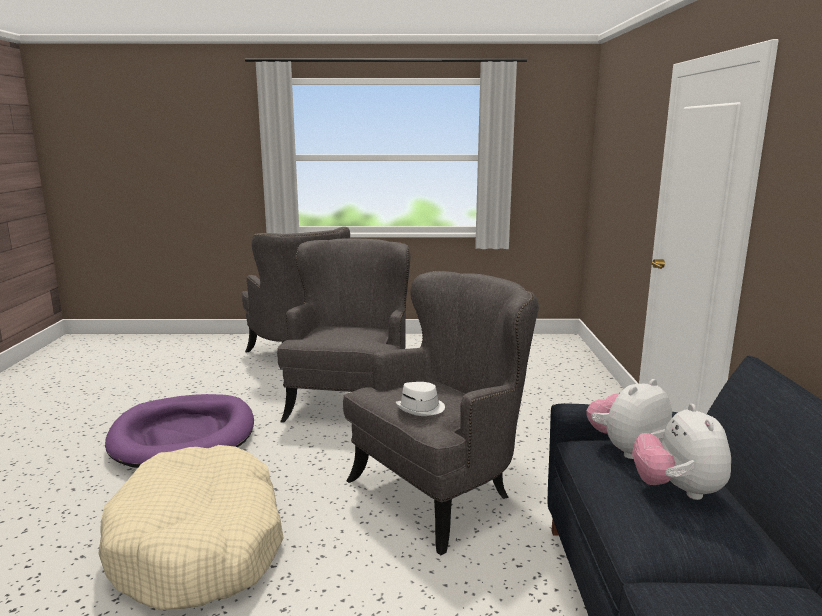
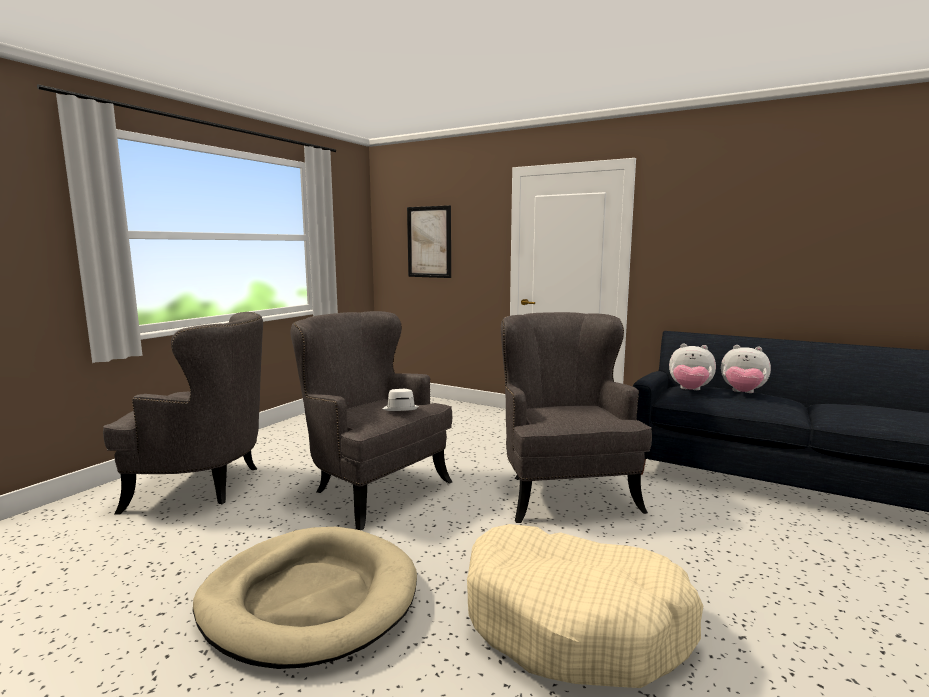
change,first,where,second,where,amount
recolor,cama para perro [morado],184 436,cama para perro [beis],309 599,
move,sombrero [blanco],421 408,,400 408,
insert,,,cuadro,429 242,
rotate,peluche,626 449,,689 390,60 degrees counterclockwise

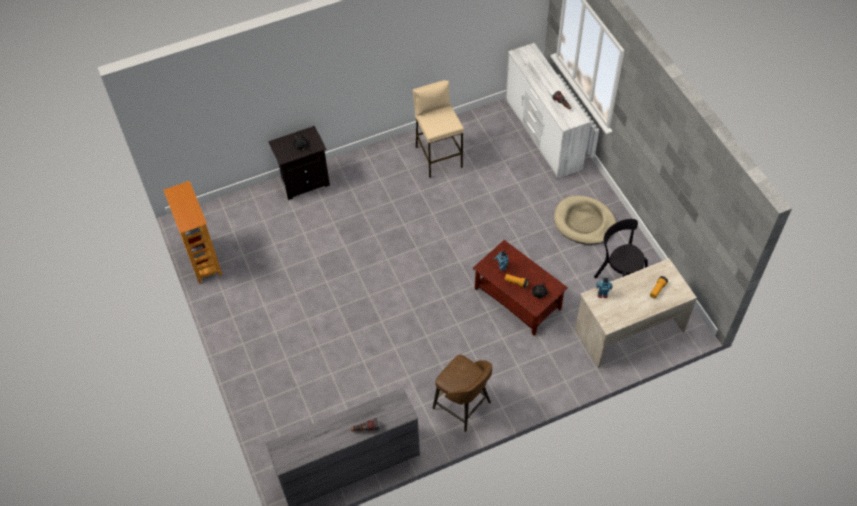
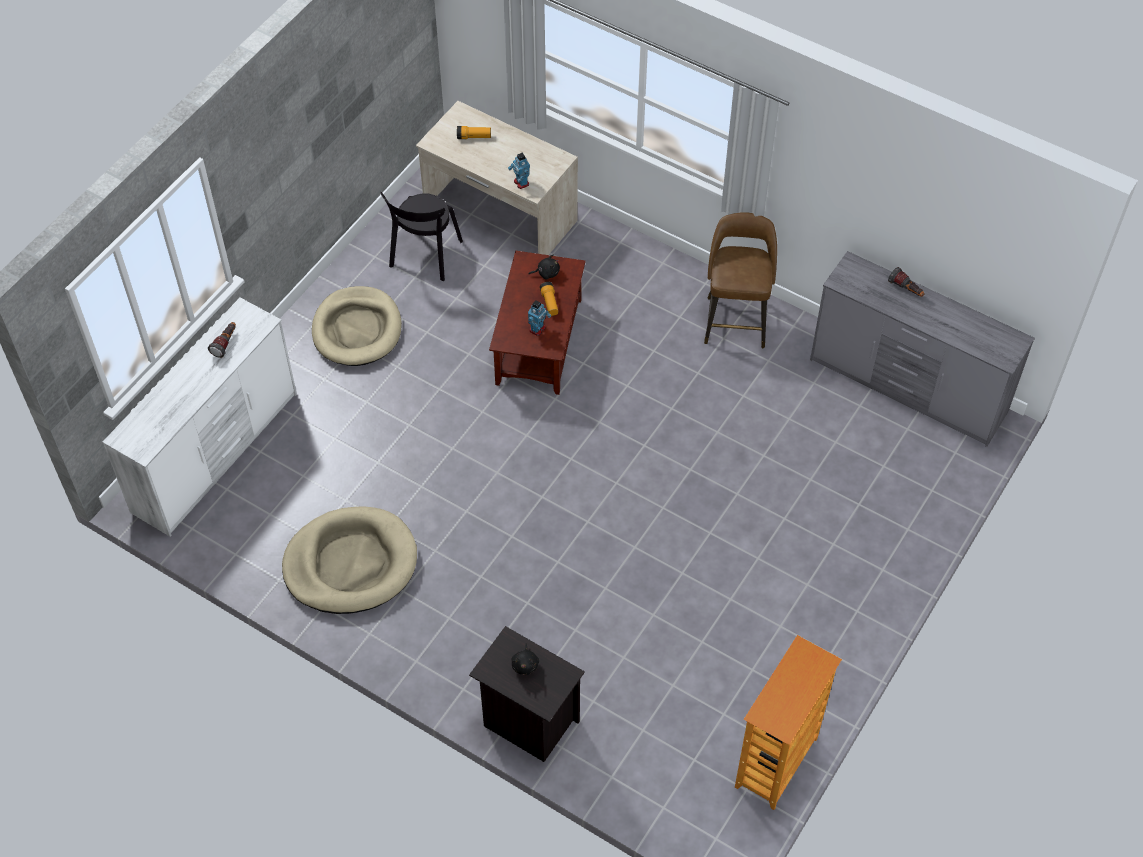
change,first,where,second,where,amount
replace,taburete [beis],438 157,cama para perro [beis],350 564,

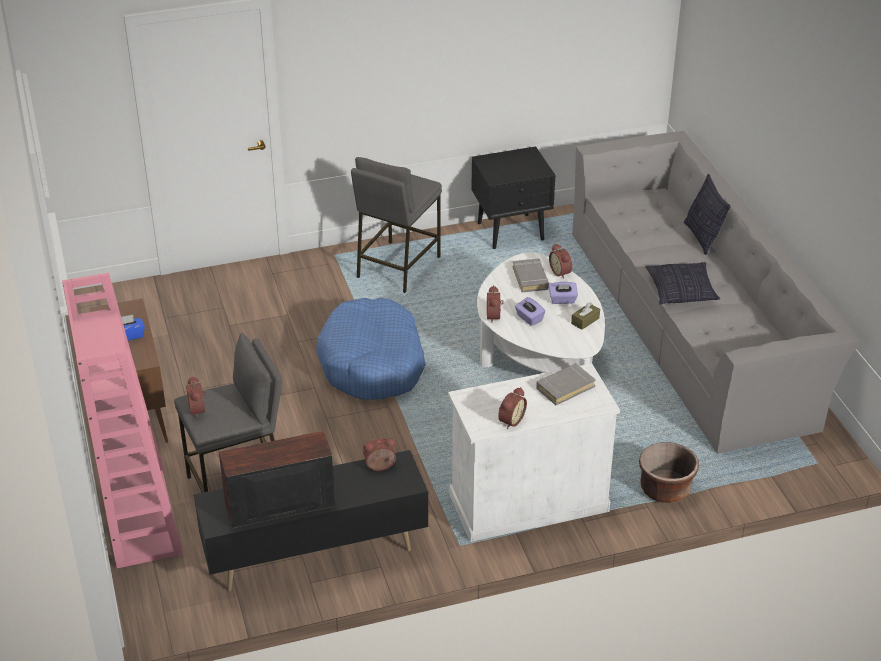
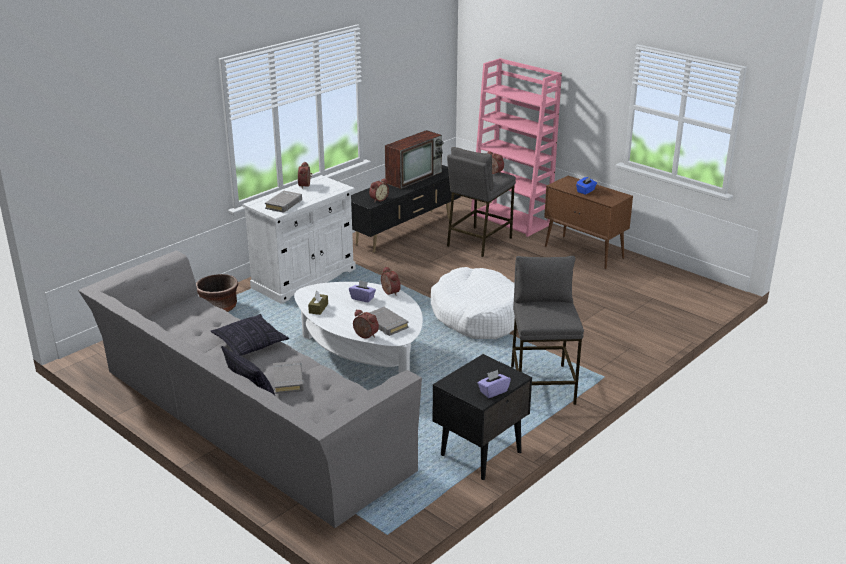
change,first,where,second,where,amount
insert,,,libro [gris],288 380,
recolor,cama para perro [azul],372 363,cama para perro [blanco],477 315,
move,caja de pañuelos [morado],562 300,,493 391,

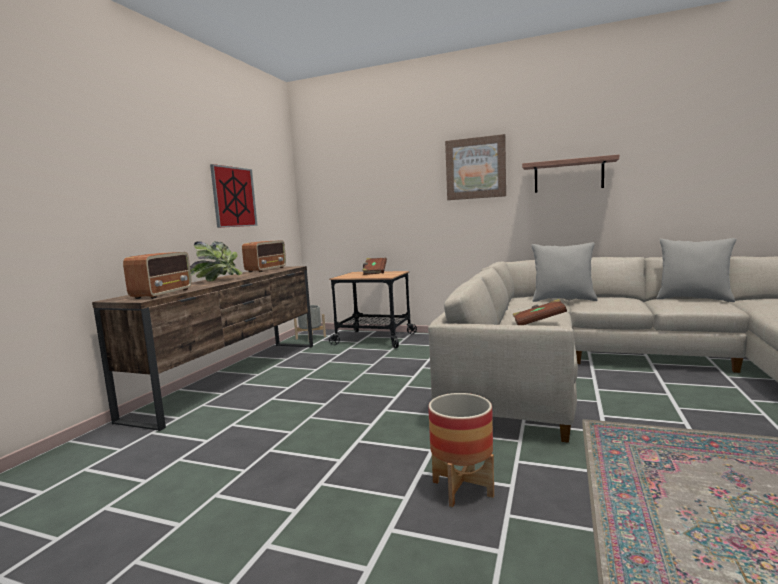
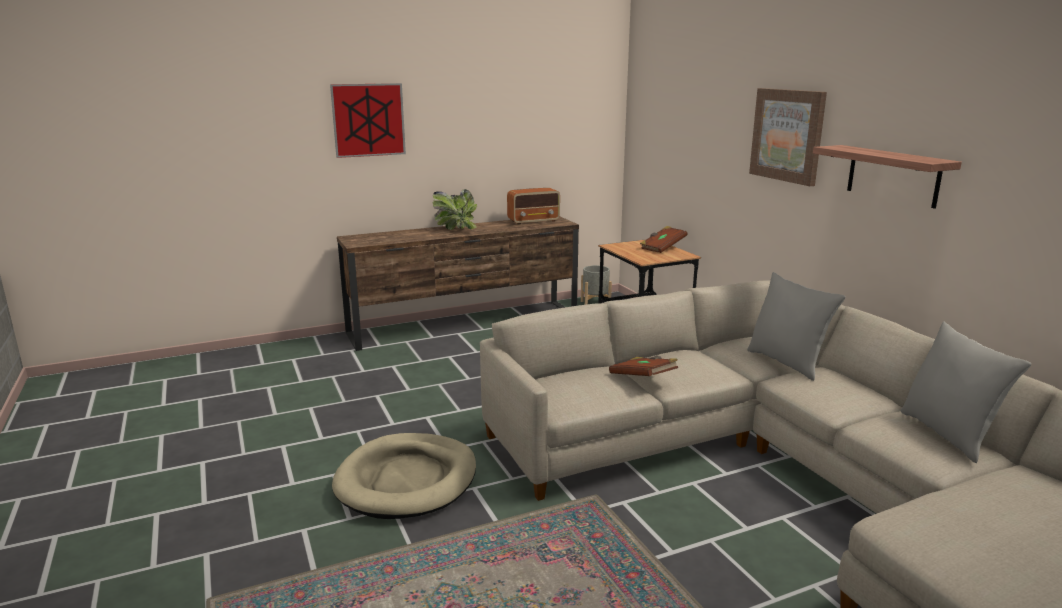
change,first,where,second,where,amount
move,cuadro,234 197,,368 120,
replace,maceta,462 488,cama para perro [beis],407 480,
delete,radio,163 294,,,

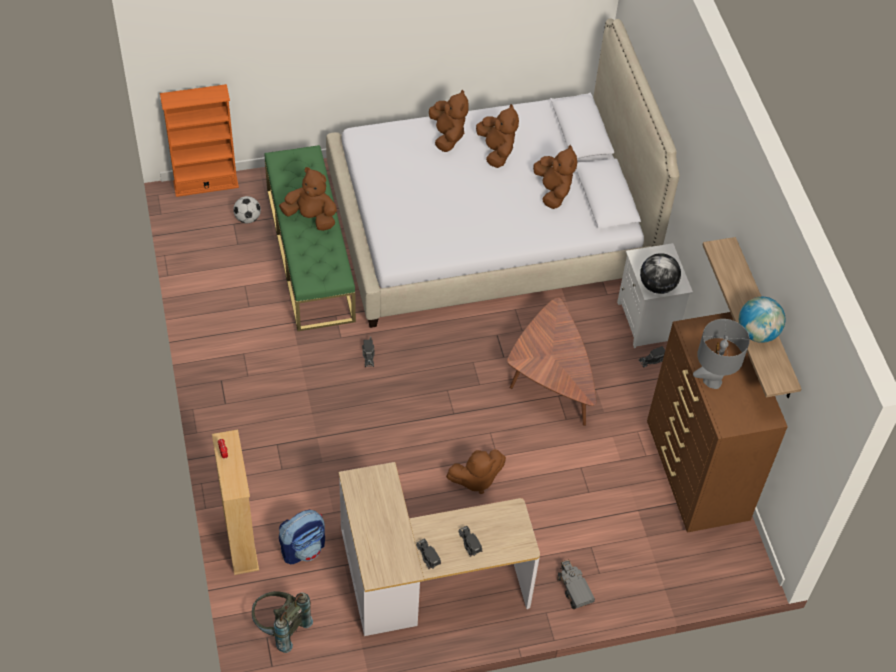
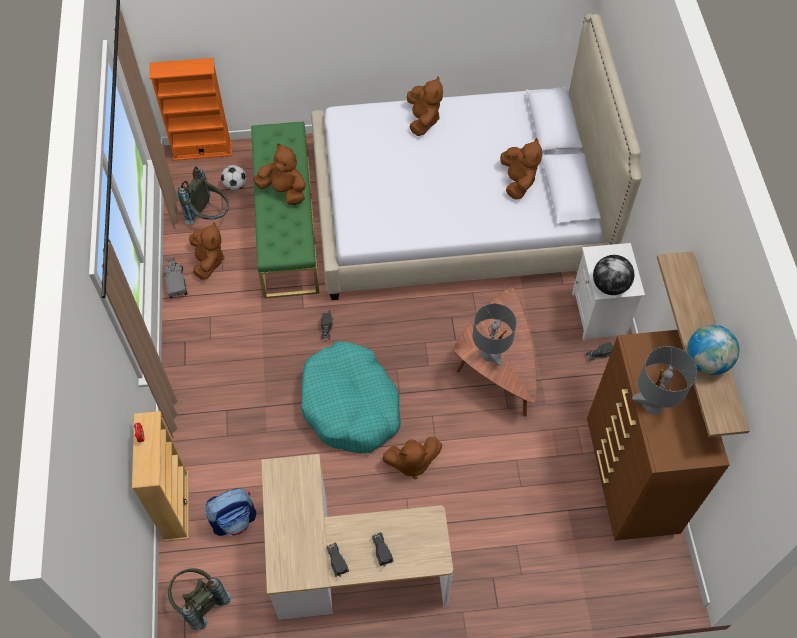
change,first,where,second,where,amount
move,camión de juguete,573 590,,176 283,
insert,,,mochila [gris],210 216,
move,peluche [marrón],496 151,,208 261,
insert,,,cama para perro [turquesa],351 405,
insert,,,lámpara de mesa [gris],489 355,

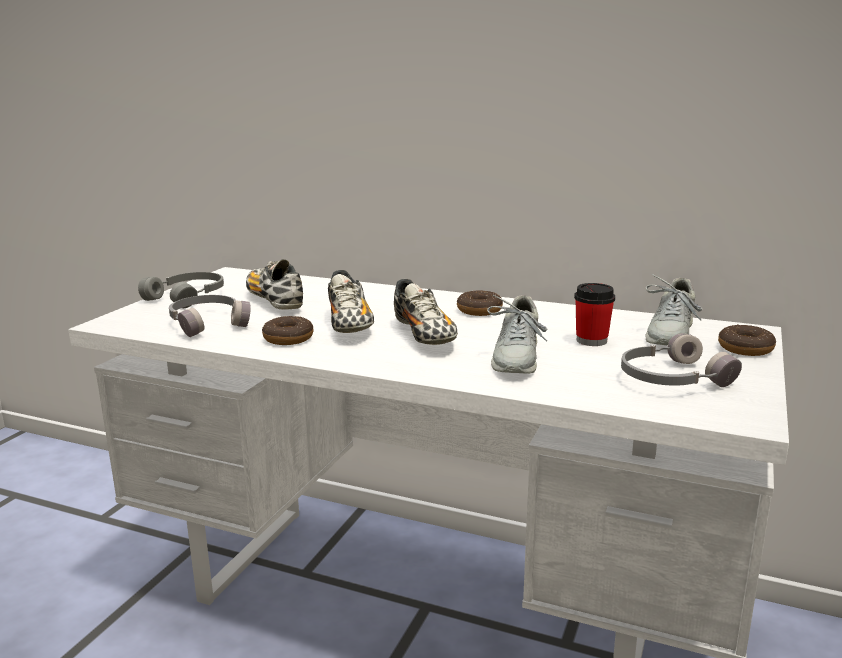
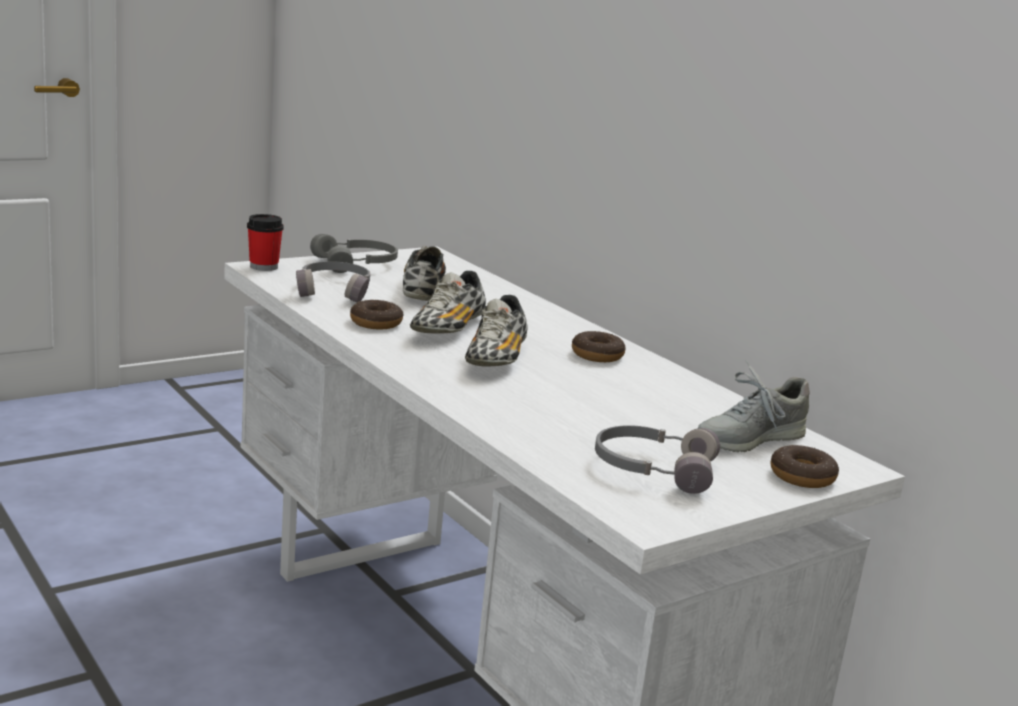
change,first,where,second,where,amount
move,taza,591 340,,264 267,
delete,zapato [gris],516 358,,,

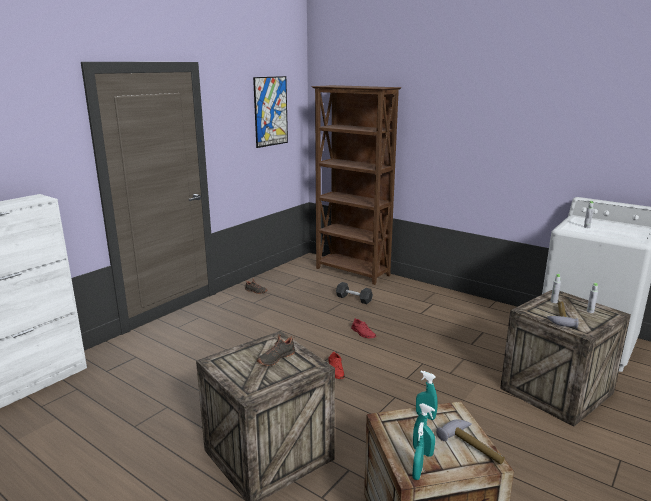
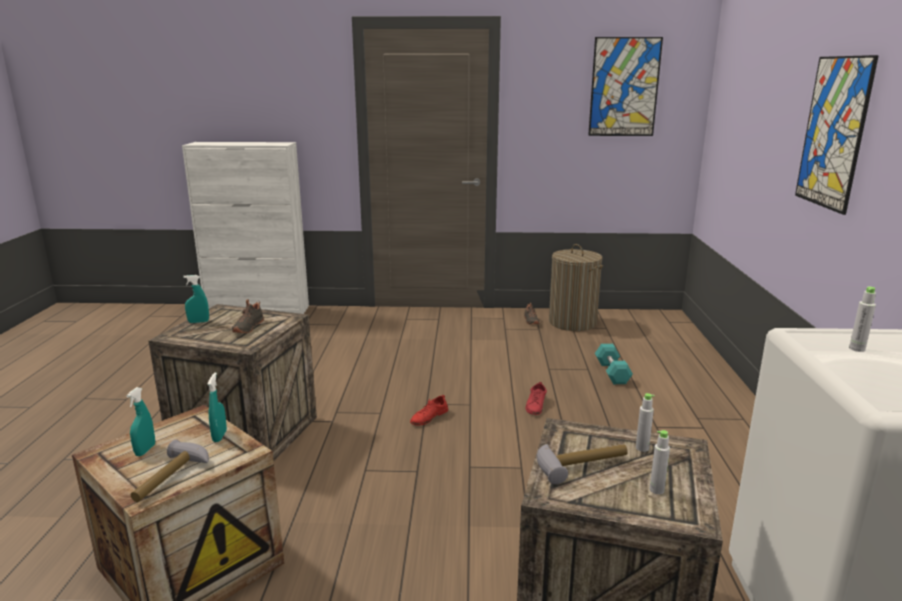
change,first,where,second,where,amount
move,pulverizador [turquesa],417 473,,198 322,
rotate,zapato [negro],276 358,,247 327,90 degrees counterclockwise
insert,,,cesto de la ropa,572 322,
recolor,mancuerna [gris],354 299,mancuerna [turquesa],612 372,
insert,,,cuadro,833 133,
delete,estantería [marrón],352 272,,,

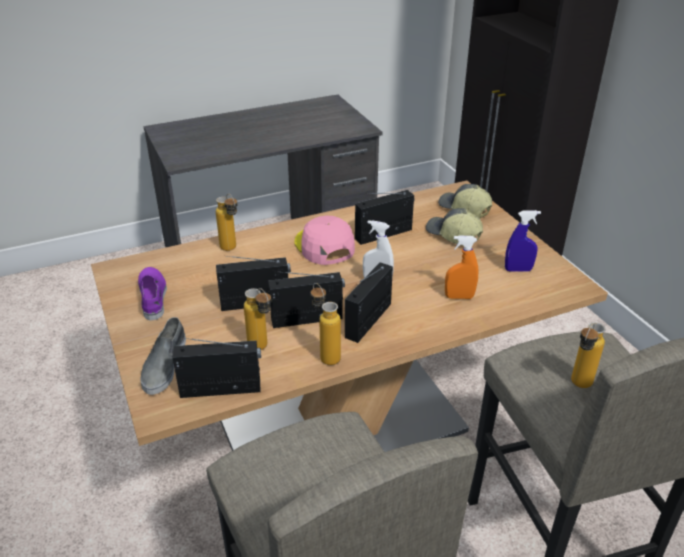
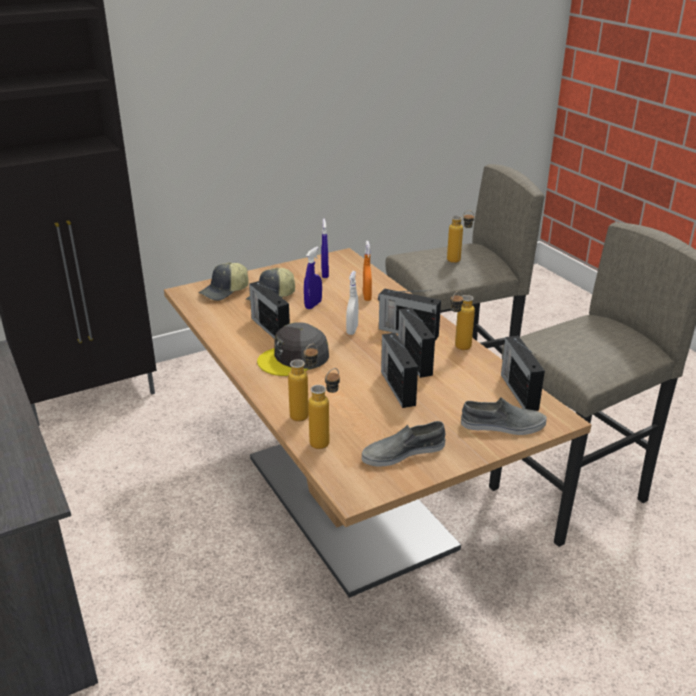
change,first,where,second,where,amount
recolor,gorra [rosa],324 246,gorra [gris],294 358,
insert,,,pulverizador [azul],313 305,
move,botella,262 349,,325 440,
recolor,zapato [morado],153 296,zapato [gris],403 452,

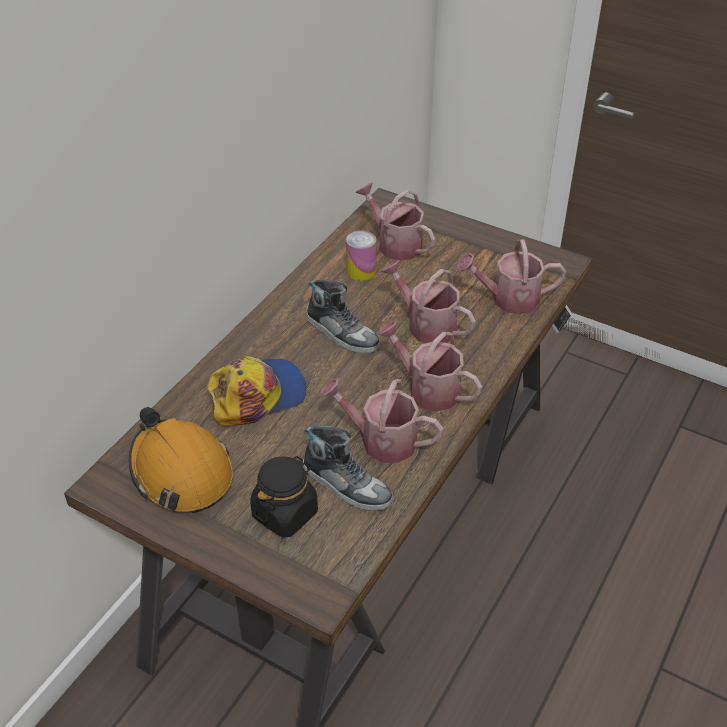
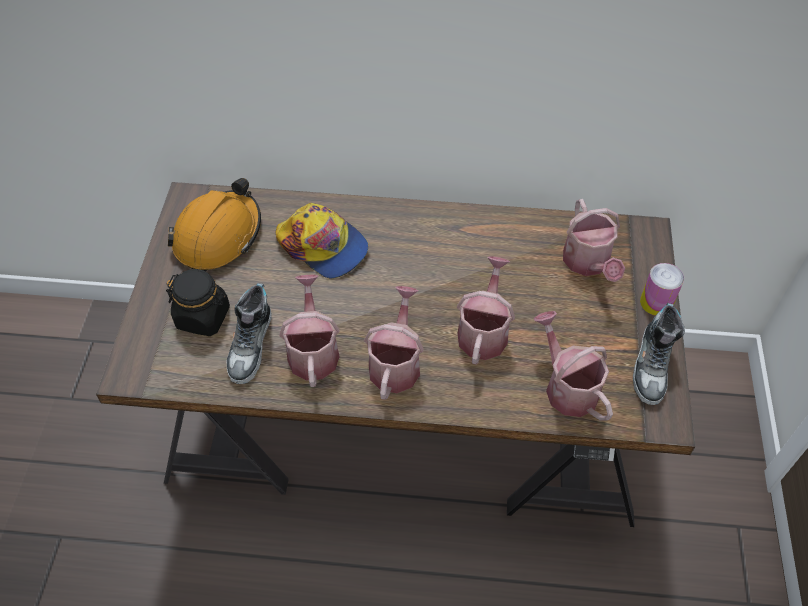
change,first,where,second,where,amount
rotate,regadera,395 244,,588 263,150 degrees clockwise
move,zapato,342 333,,652 366,
move,lata,361 271,,656 302,

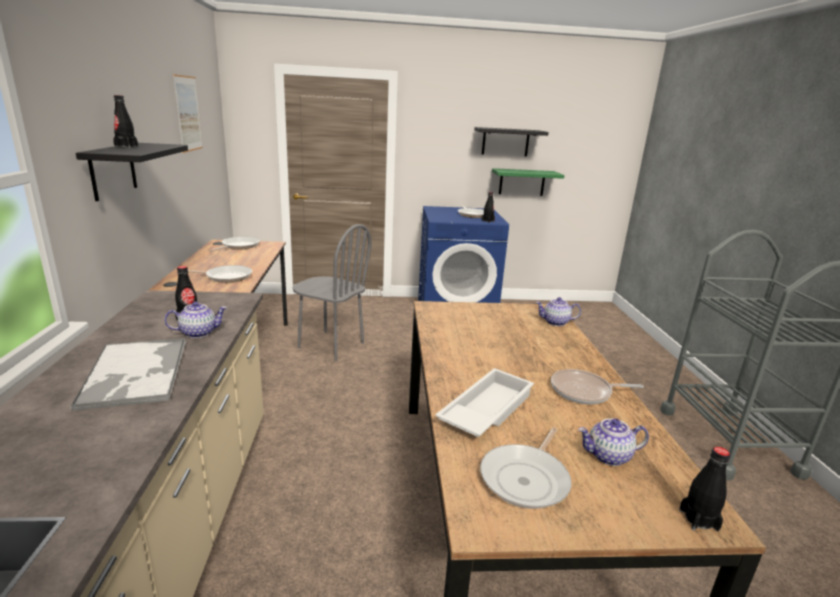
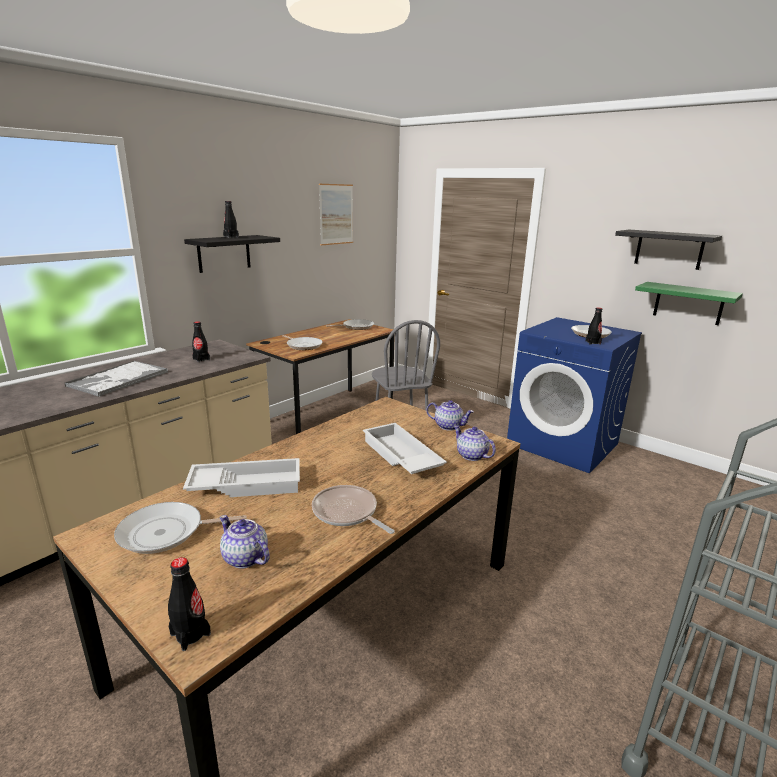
change,first,where,second,where,amount
insert,,,bandeja [blanco],400 456,
move,tetera,199 332,,449 426,

